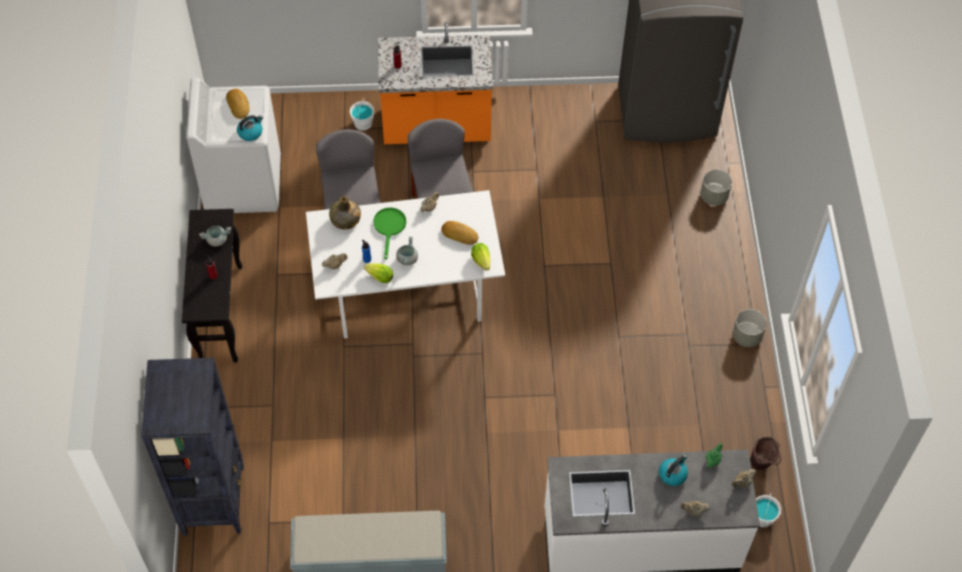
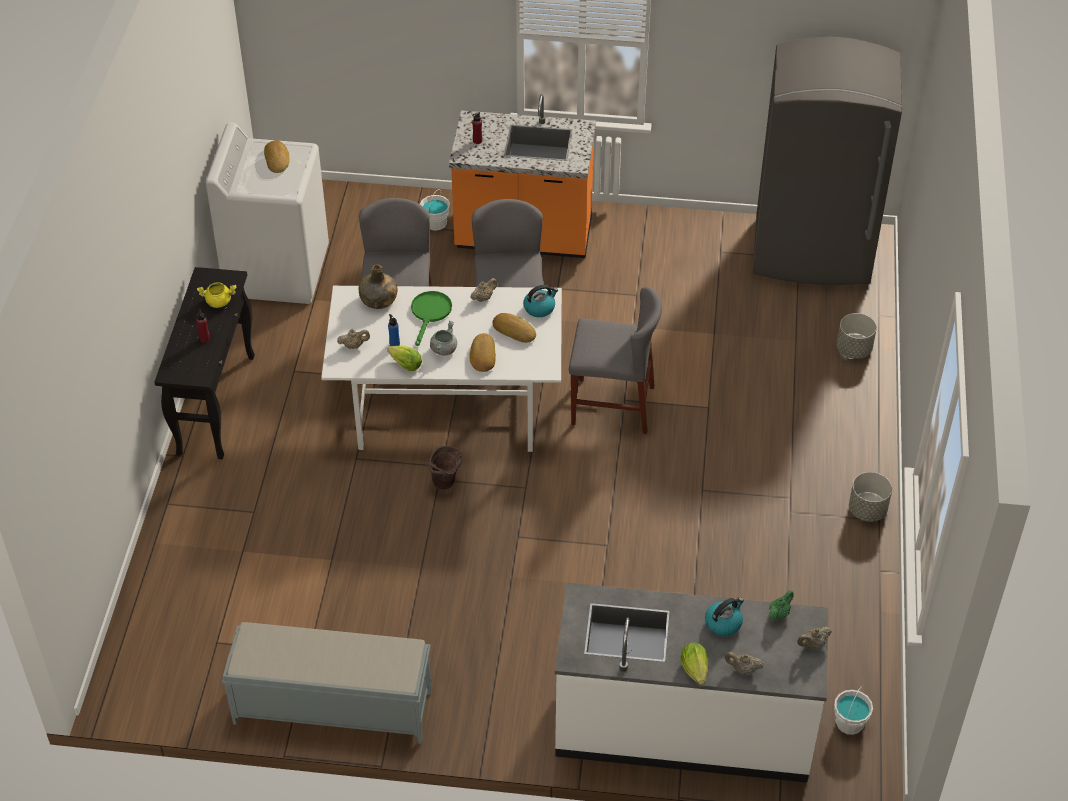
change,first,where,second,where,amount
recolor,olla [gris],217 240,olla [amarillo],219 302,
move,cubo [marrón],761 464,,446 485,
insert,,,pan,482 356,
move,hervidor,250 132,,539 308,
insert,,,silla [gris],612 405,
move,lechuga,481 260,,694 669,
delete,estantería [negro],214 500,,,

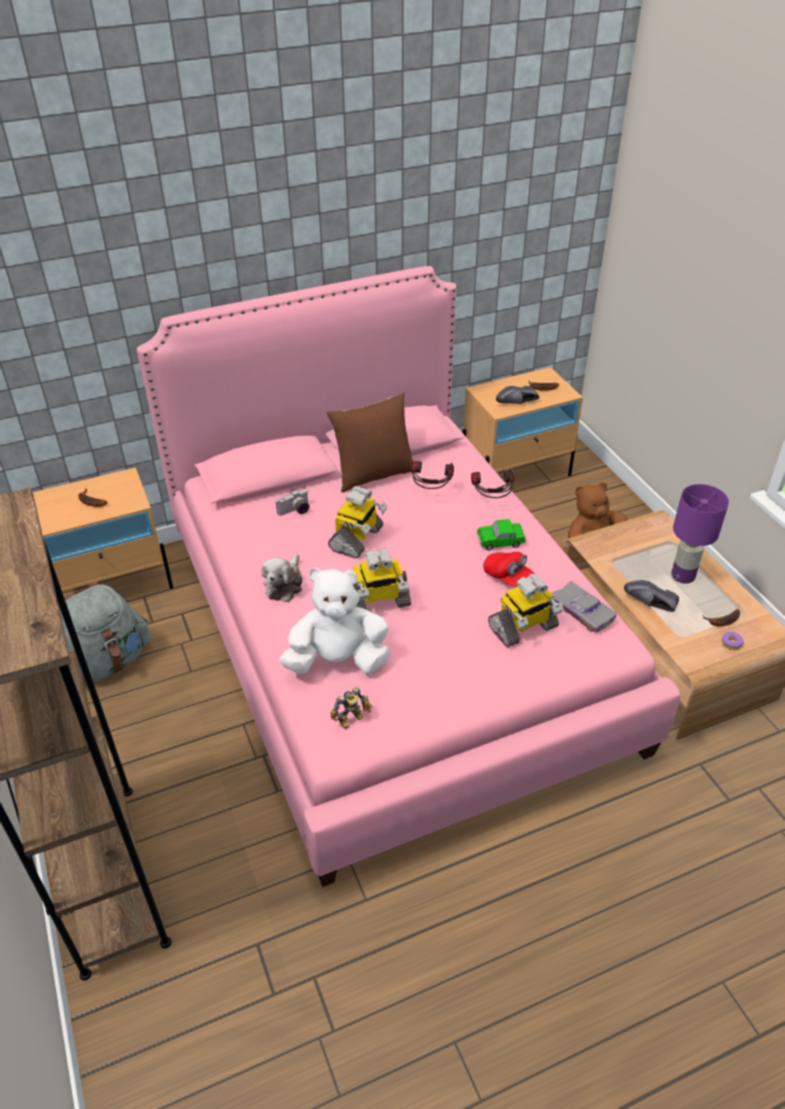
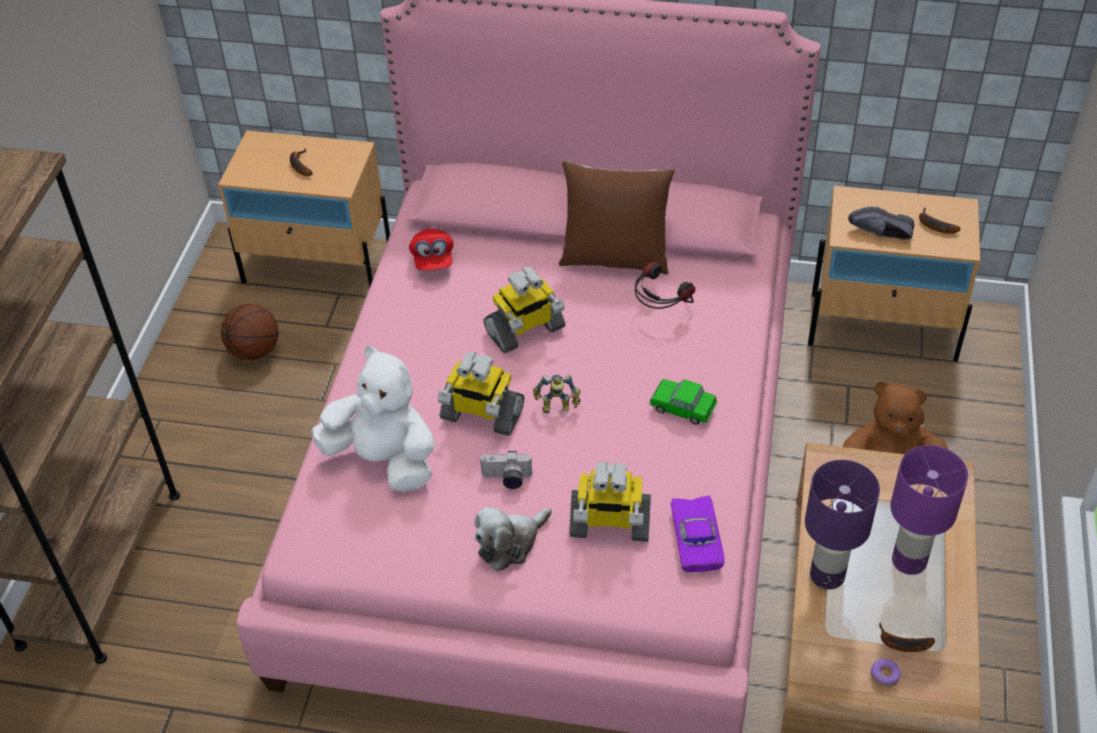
change,first,where,second,where,amount
replace,mochila [gris],108 661,balón de baloncesto,255 350,
move,gorra [rojo],508 577,,433 260,
move,peluche,284 584,,510 543,
move,cámara,295 511,,506 479,
move,robot de juguete,352 719,,557 407,
recolor,coche de juguete [gris],583 611,coche de juguete [morado],699 539,
replace,zapato [negro],650 605,lámpara de mesa [morado],828 575,
delete,auriculares,492 501,,,

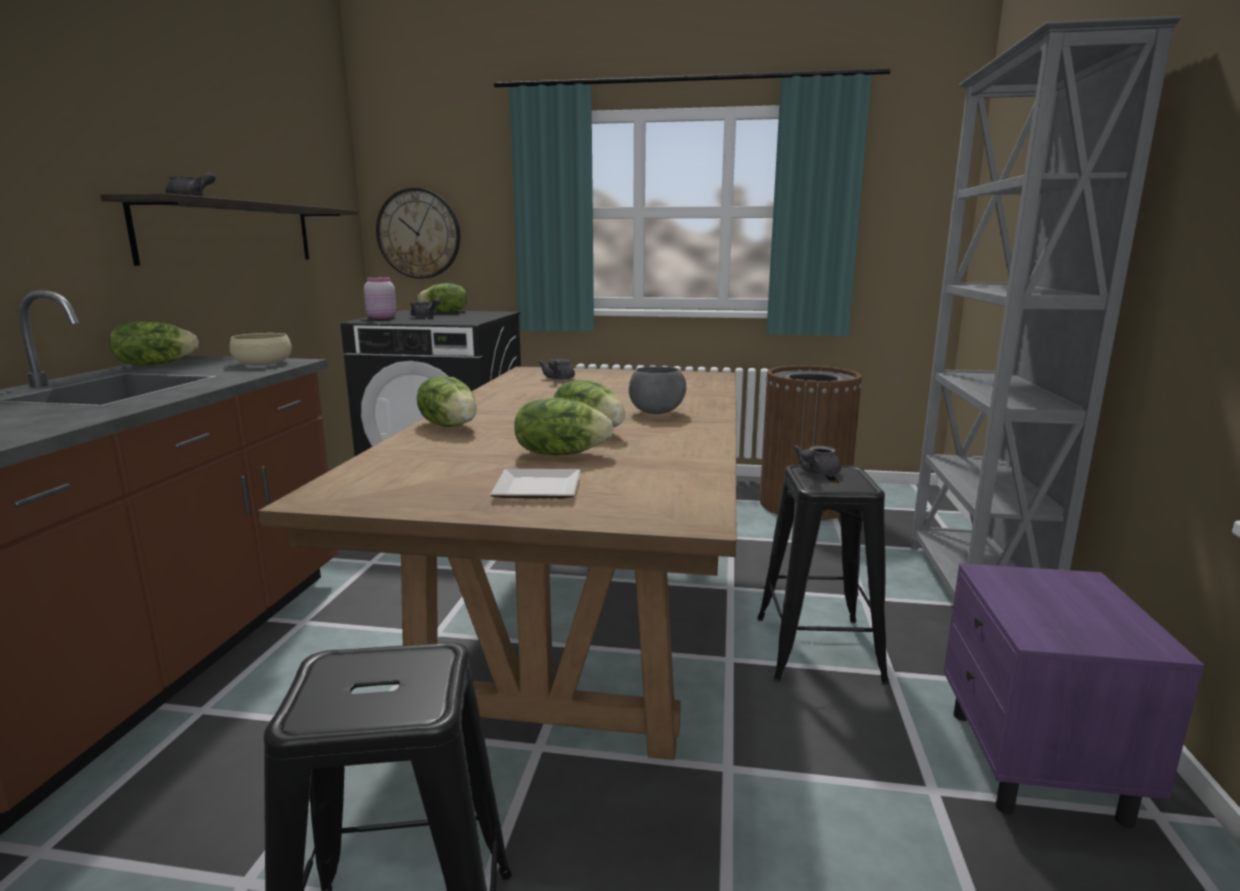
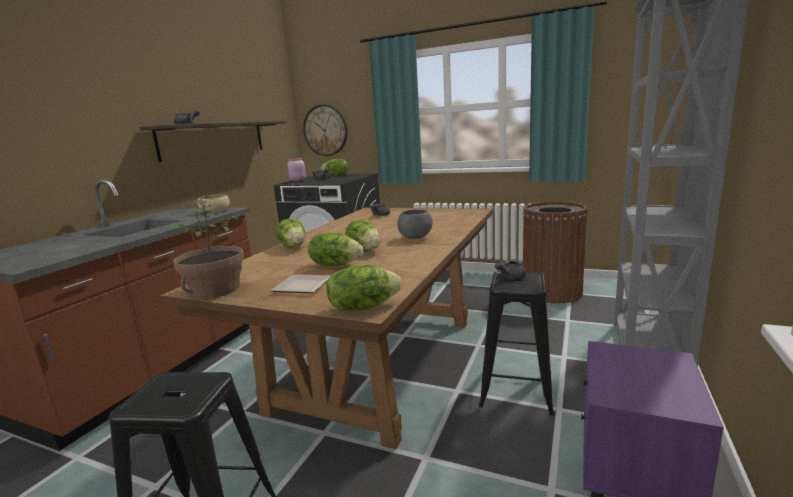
change,first,where,second,where,amount
insert,,,planta en maceta,215 289,
move,lechuga,155 364,,363 307,

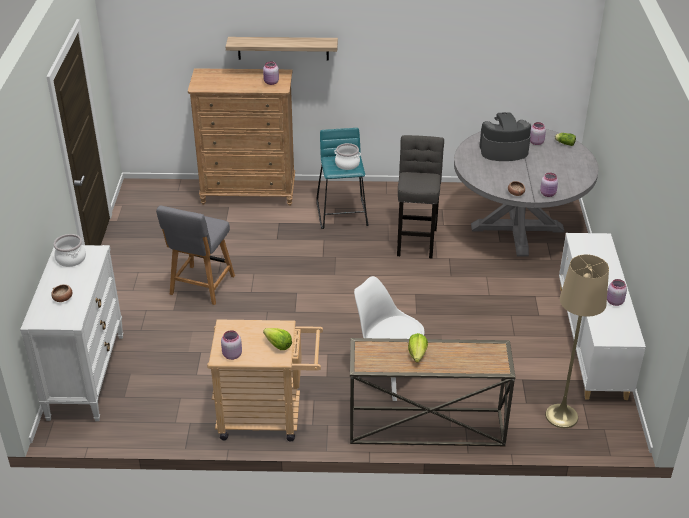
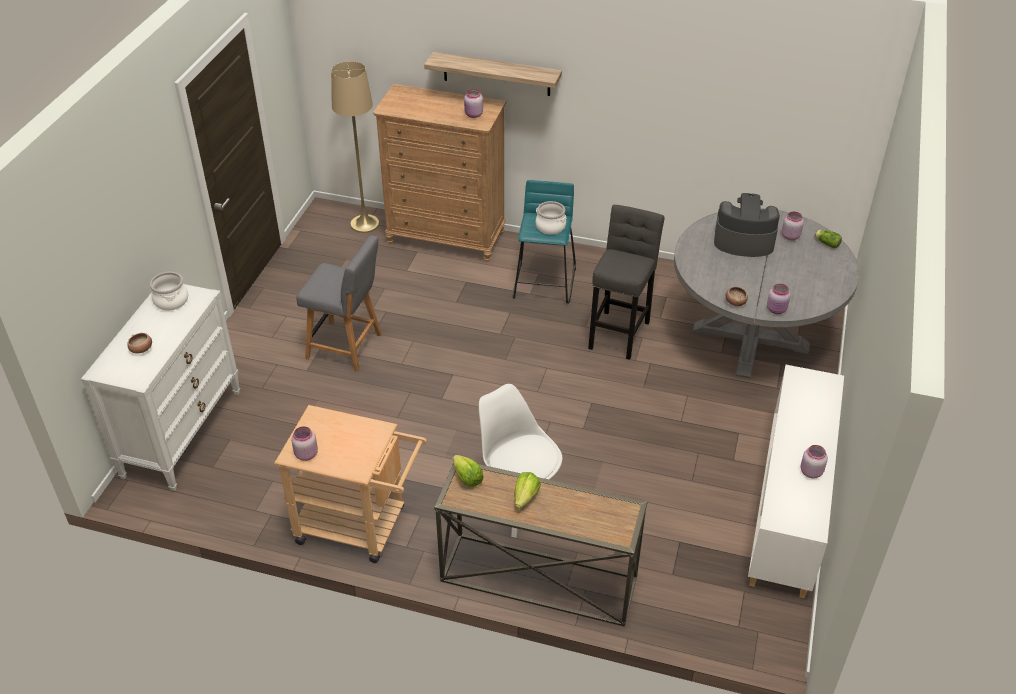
change,first,where,second,where,amount
rotate,silla [gris],201 287,,347 347,105 degrees counterclockwise
move,lámpara de pie [beis],561 416,,364 224,
move,lechuga,278 345,,467 478,

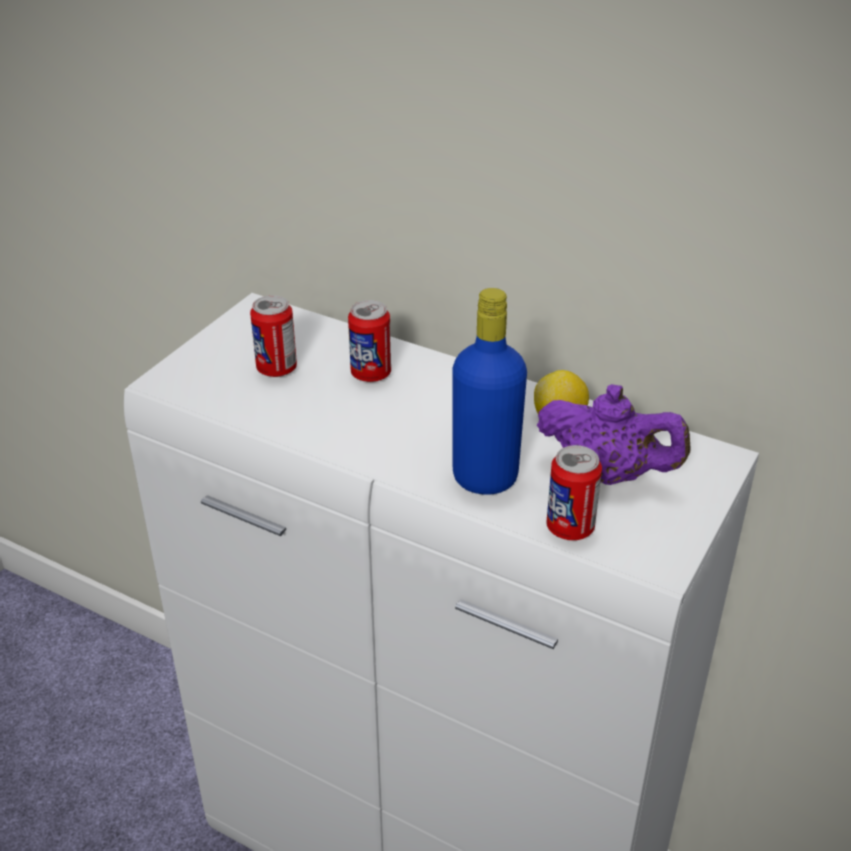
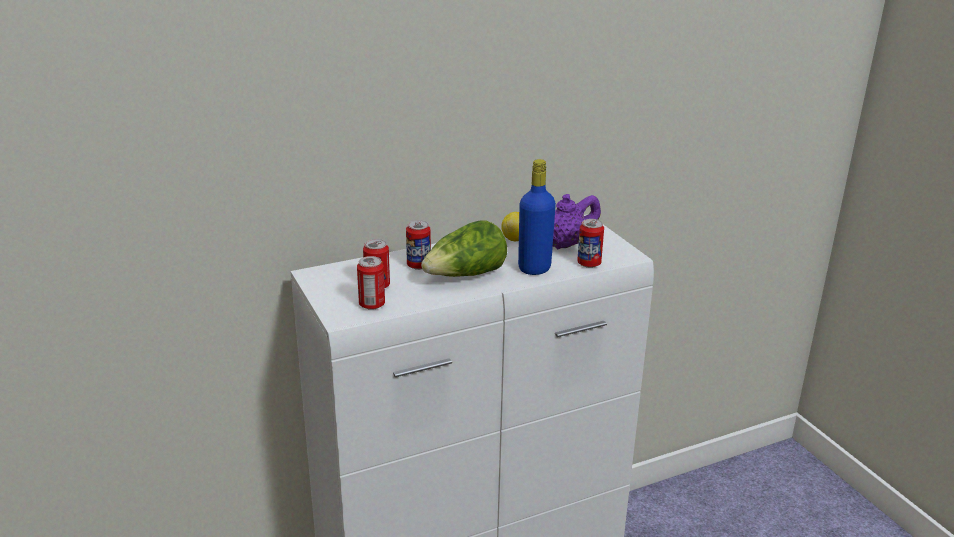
change,first,where,second,where,amount
insert,,,lata,372 305,
insert,,,lechuga,466 275,

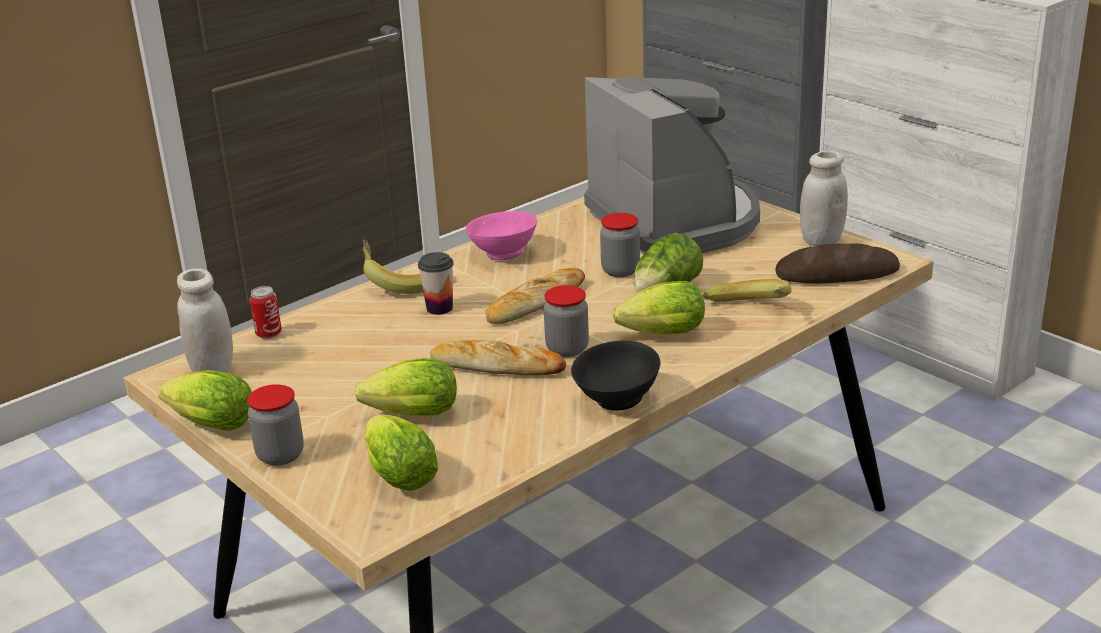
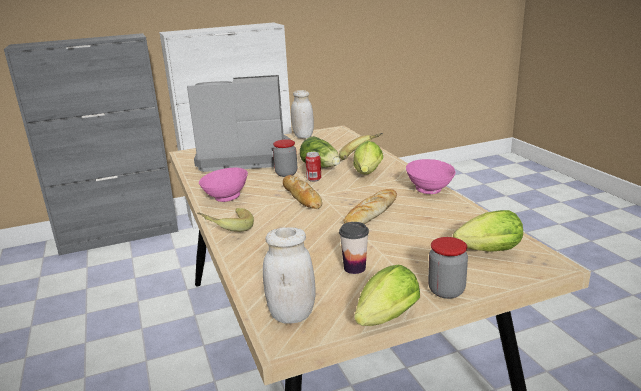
change,first,where,second,where,amount
move,lata,268 334,,314 179,
move,taza,439 308,,354 268,
recolor,cuenco [negro],615 400,cuenco [rosa],429 190,
delete,lechuga,408 415,,,
delete,tarro,567 349,,,
delete,pan,837 273,,,

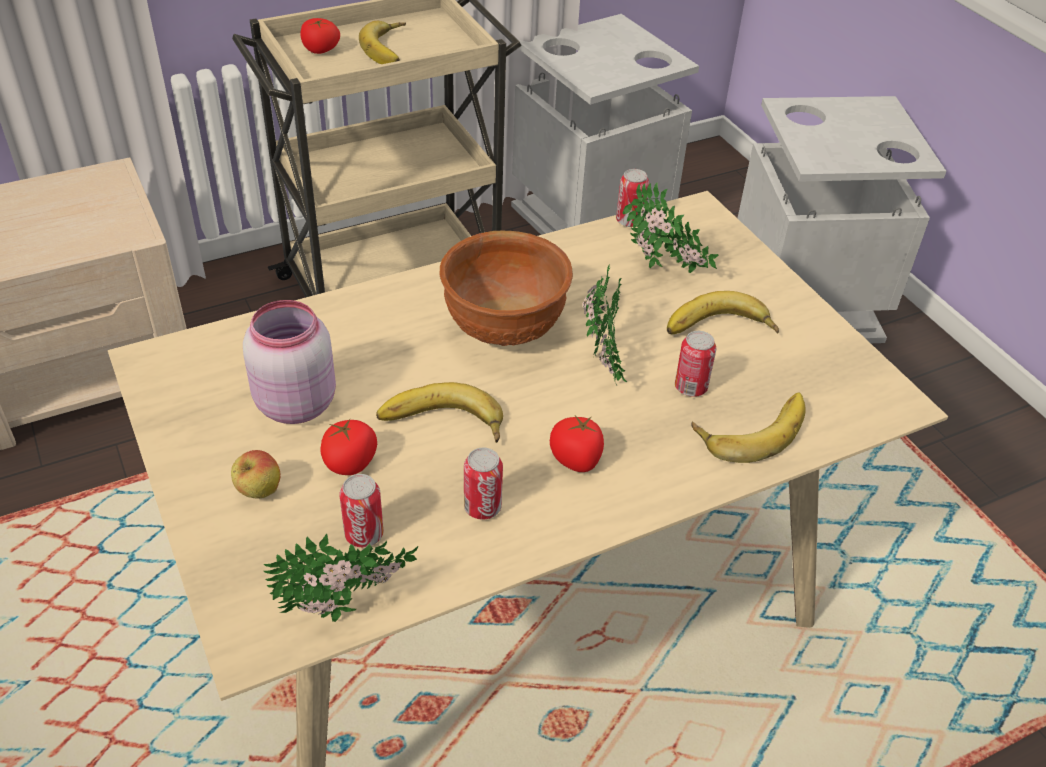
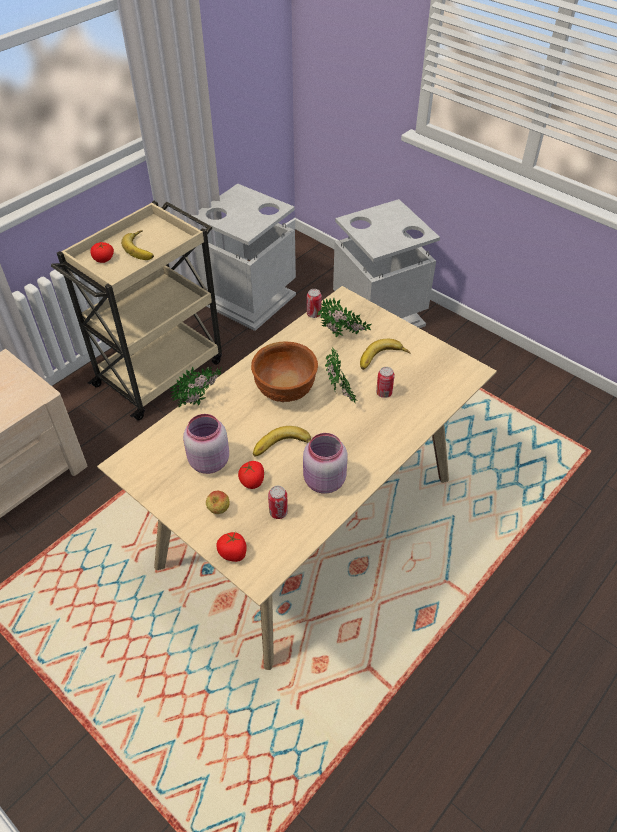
change,first,where,second,where,amount
move,planta en maceta,348 610,,201 400,
move,tomate,576 459,,233 553,
replace,lata,482 507,tarro [rosa],323 481,
delete,plátano,750 428,,,

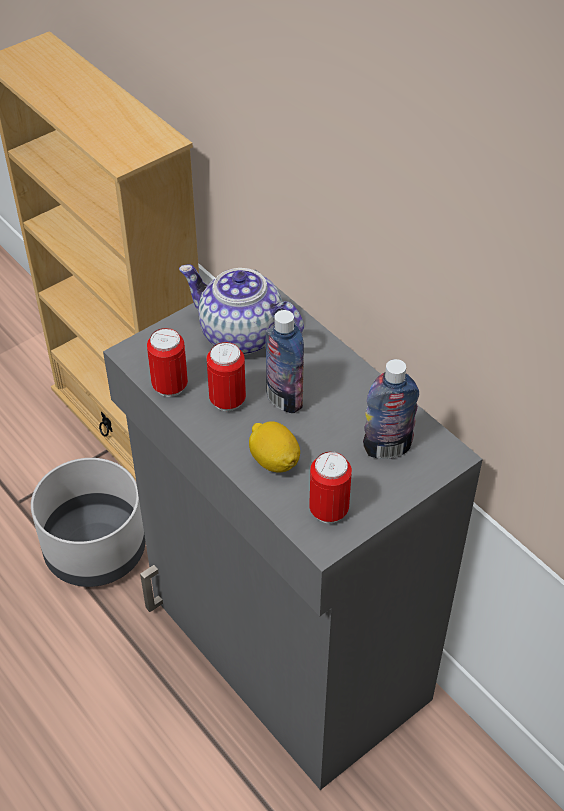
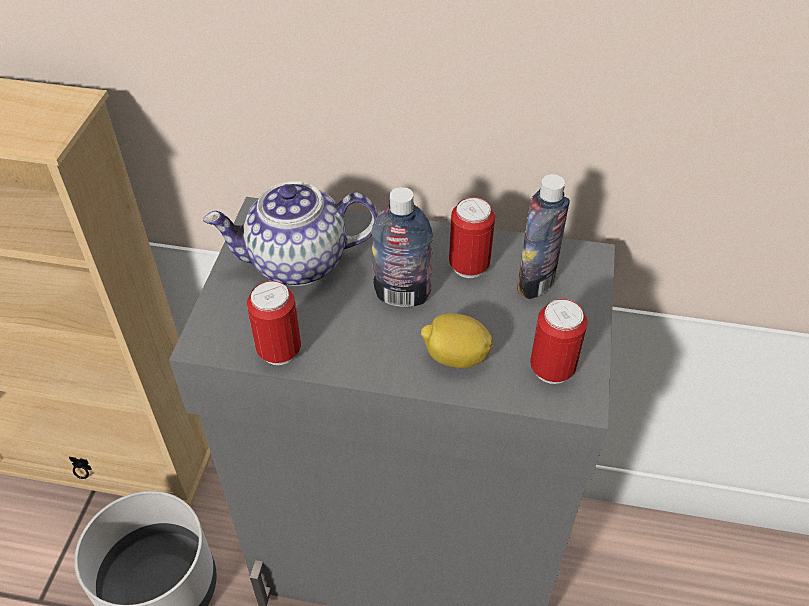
change,first,where,second,where,amount
move,lata,227 400,,469 266,

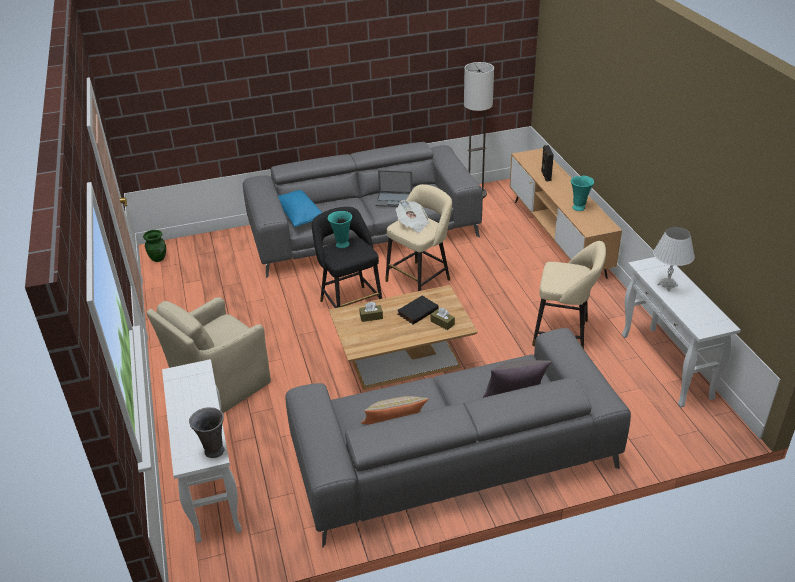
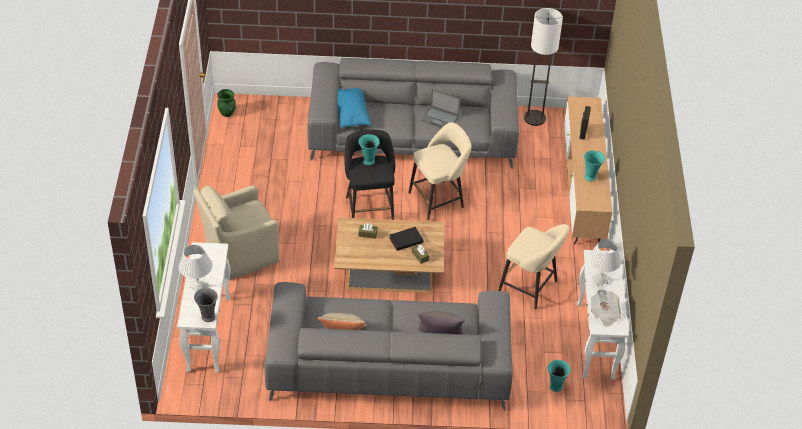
change,first,where,second,where,amount
insert,,,lámpara de mesa [blanco],197 287,
insert,,,florero [turquesa],555 387,
move,periódico,412 224,,604 314,

